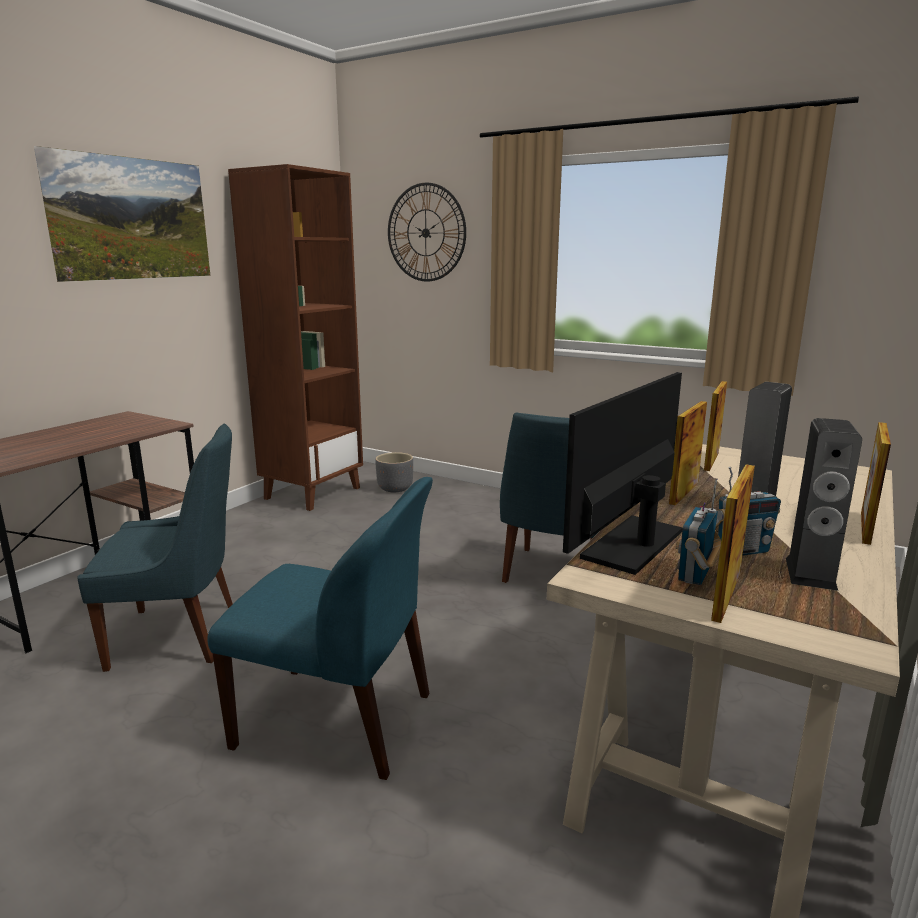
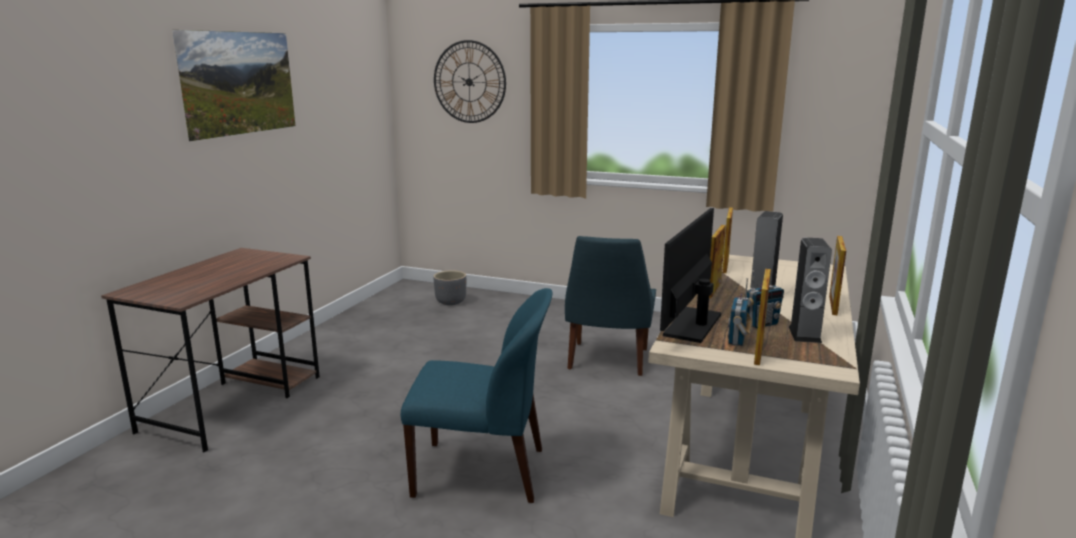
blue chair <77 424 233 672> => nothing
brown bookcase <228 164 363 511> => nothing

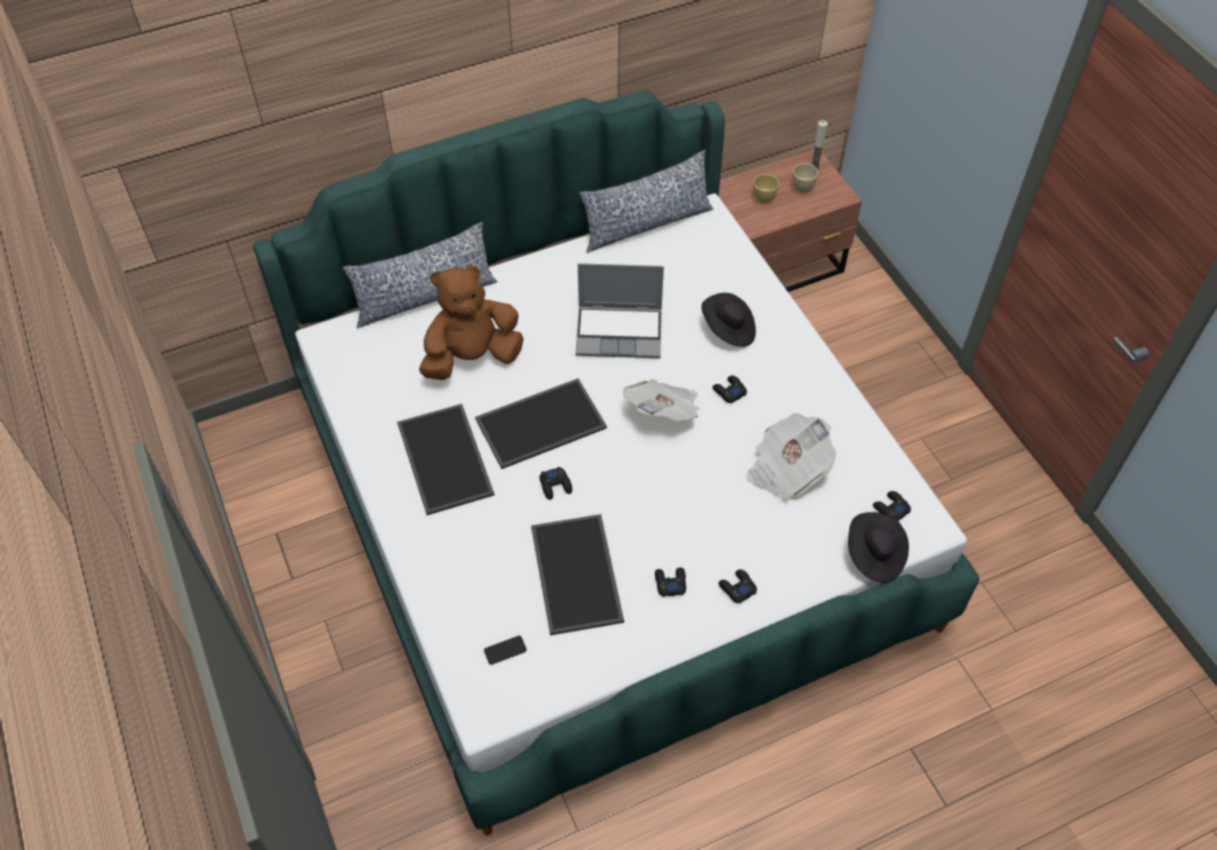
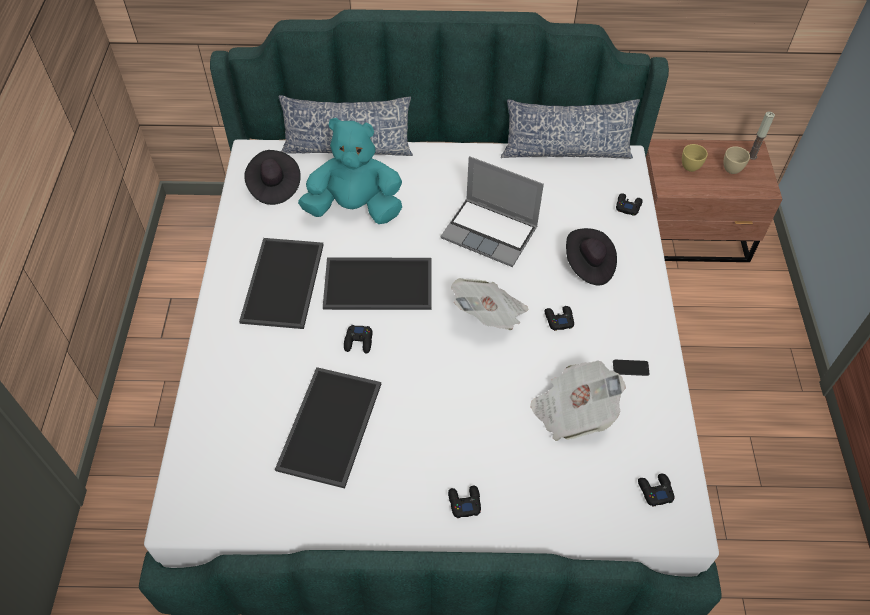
brown cuddly toy <419 265 524 380> => turquoise-coloured cuddly toy <298 118 402 224>
telephone <484 636 527 665> => telephone <613 360 649 376>, shifted
black-coloured game controller <655 568 686 597> => black-coloured game controller <616 193 643 216>, shifted
black-coloured clothing hat <848 512 909 583> => black-coloured clothing hat <244 150 301 205>, shifted

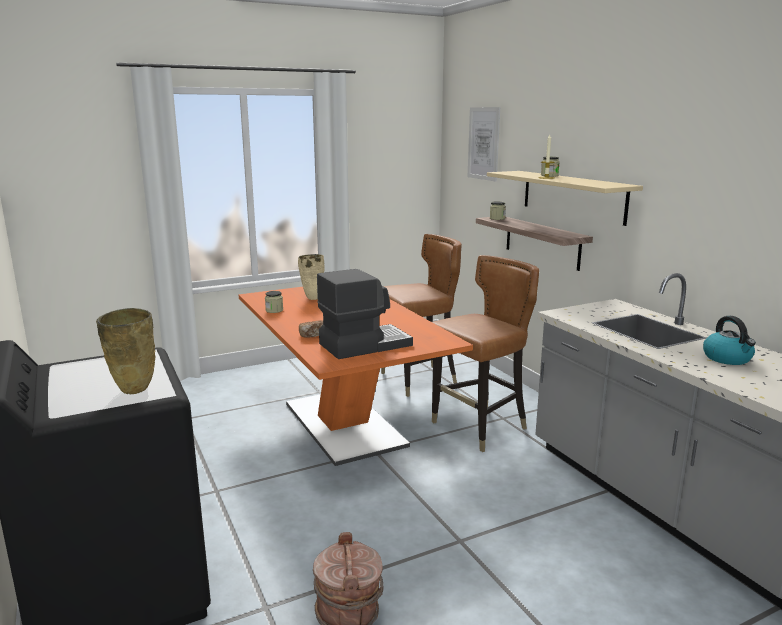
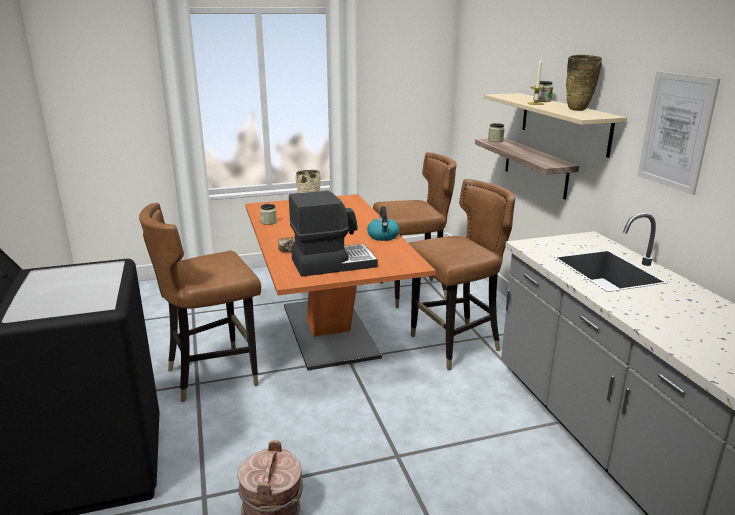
beige-coloured decorative vase <96 308 155 394> => beige-coloured decorative vase <566 55 602 111>, shifted
picture <467 107 500 181> => picture <638 71 720 195>, shifted
kettle <703 316 756 365> => kettle <367 206 399 241>, shifted
nothing => brown chair <139 203 261 402>

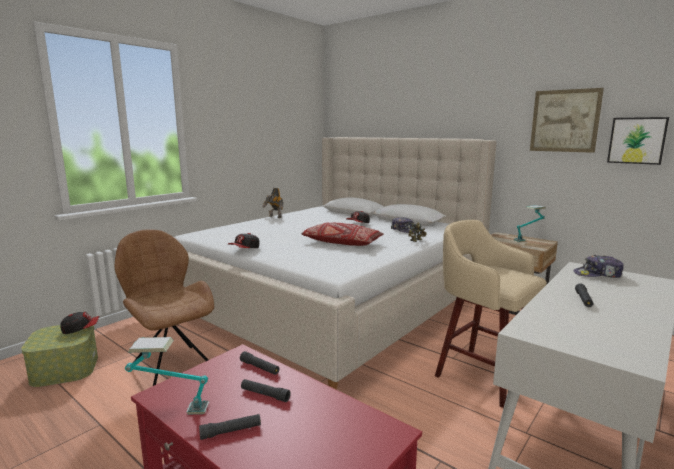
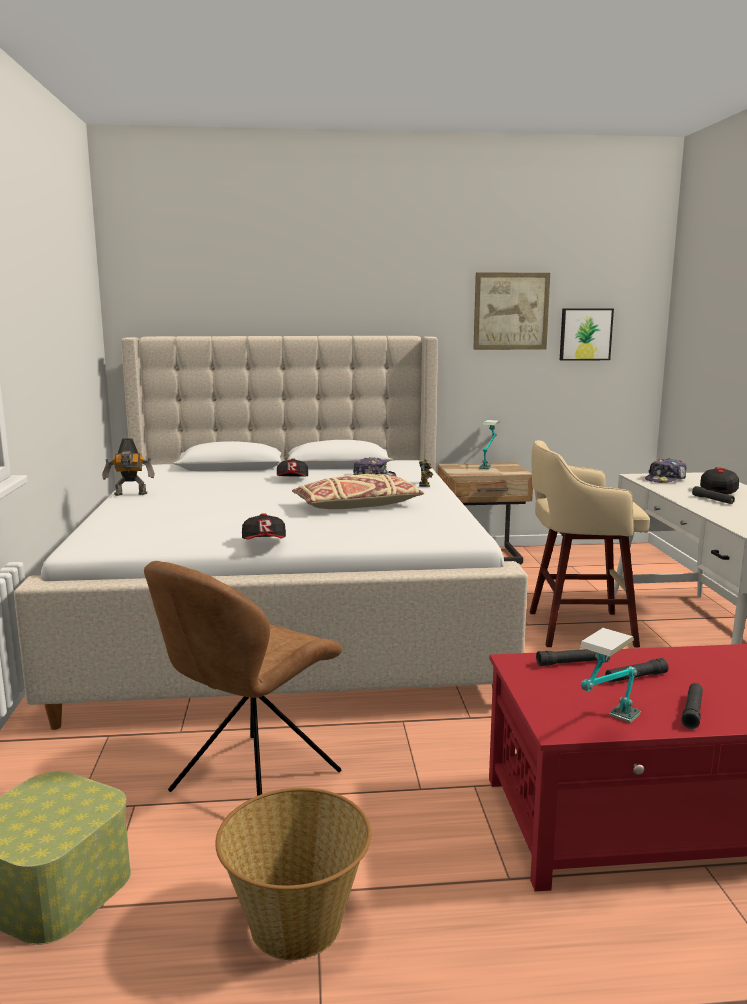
peaked cap <60 312 99 334> => peaked cap <700 467 739 495>, shifted
brown chair <115 230 214 386> => brown chair <144 561 342 796>, 60 degrees counterclockwise
red-coloured cushion <301 223 384 246> => beige-coloured cushion <292 474 424 509>
nothing => household basket <215 788 371 960>

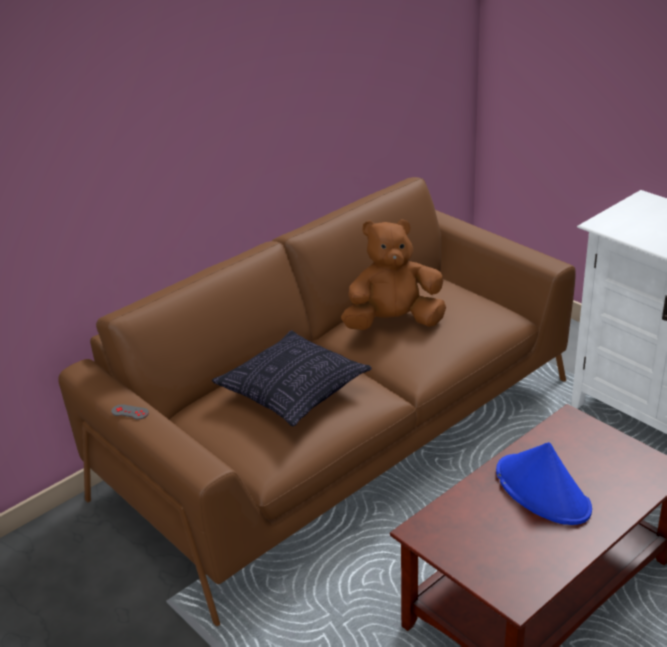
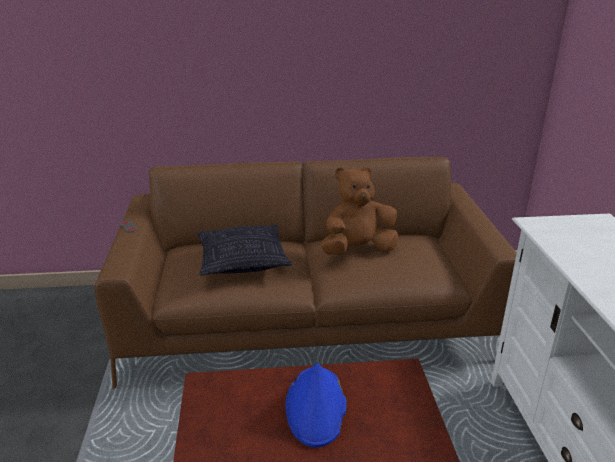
brown cuddly toy <341 219 446 330> => brown cuddly toy <321 167 399 255>, 45 degrees counterclockwise

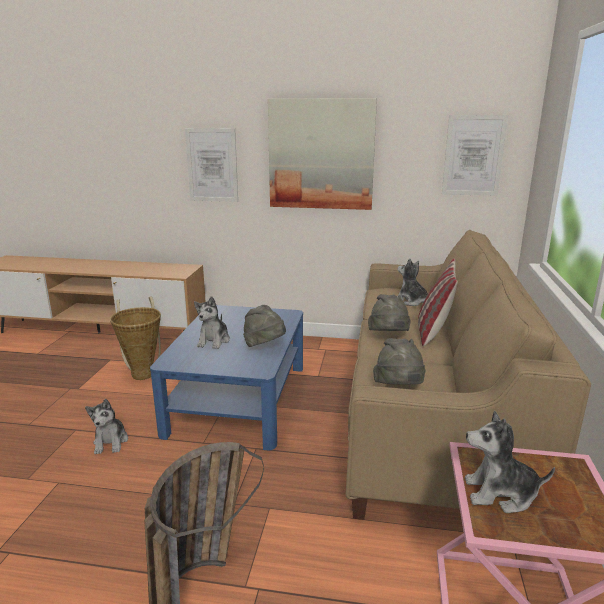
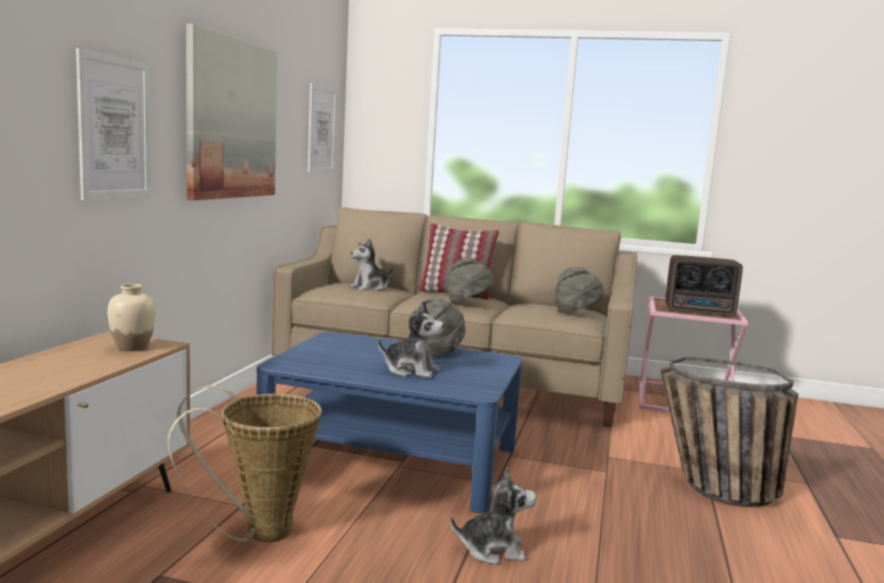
cuddly toy <465 411 555 513> => radio <665 255 743 316>
nothing => beige-coloured decorative vase <107 284 156 351>

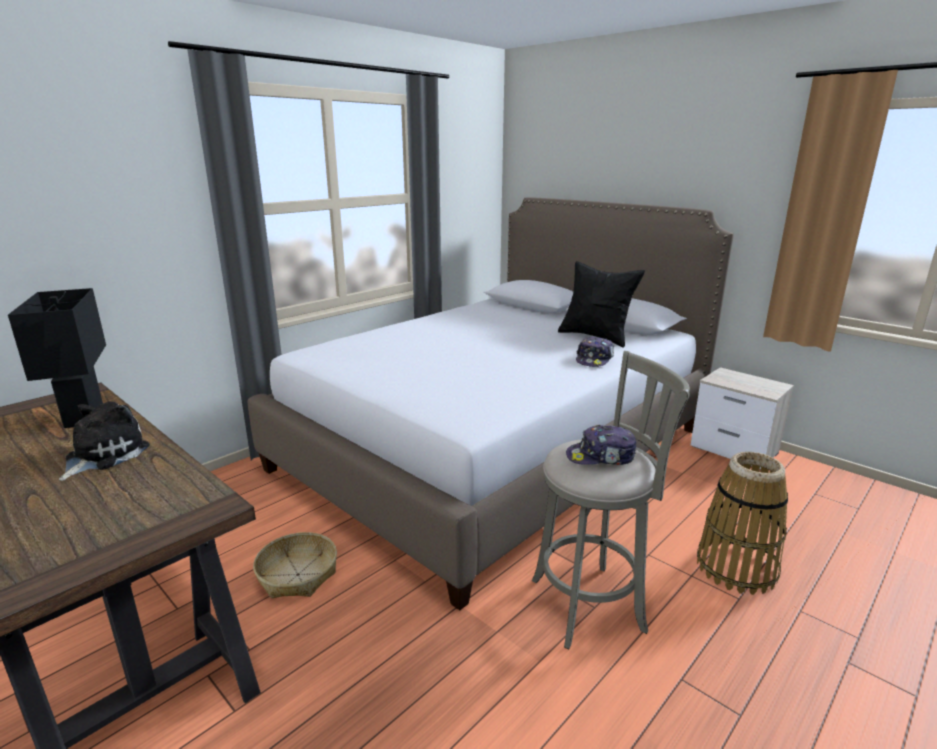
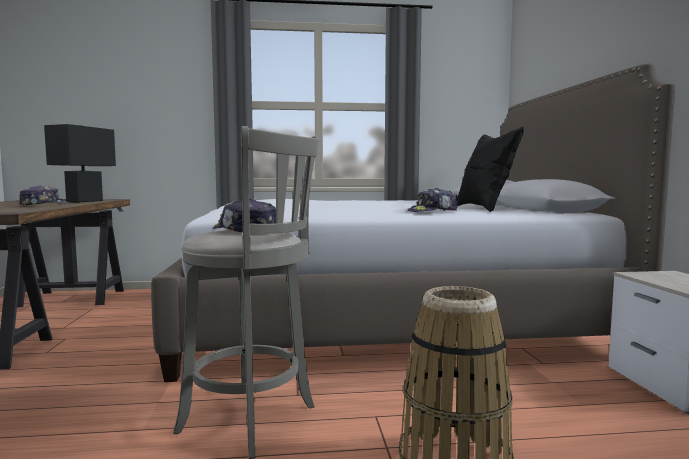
cuddly toy <59 401 150 481> => peaked cap <19 185 70 206>
household basket <253 532 337 598> => nothing

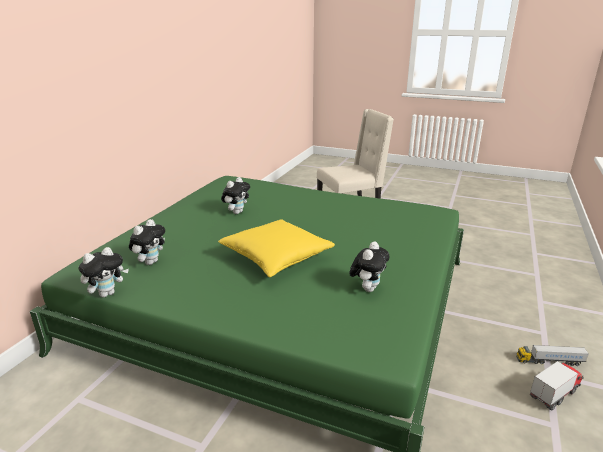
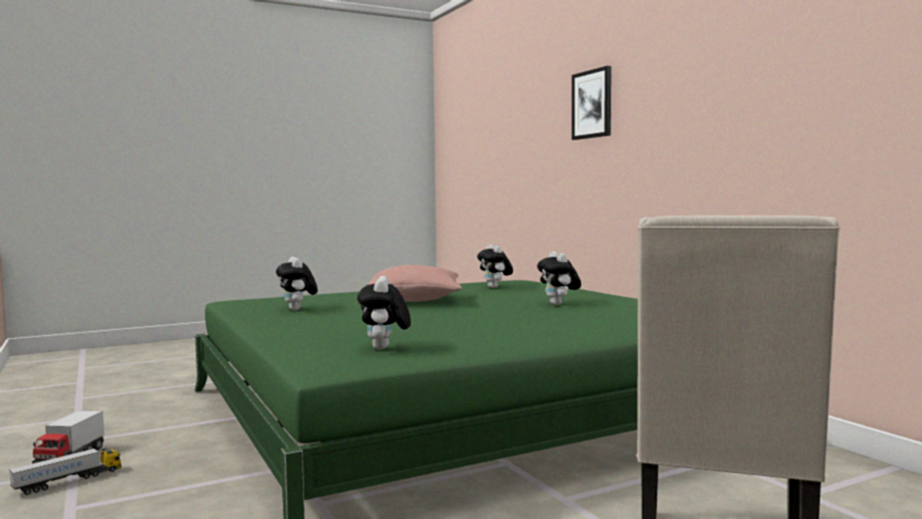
cuddly toy <78 247 129 297> => cuddly toy <357 276 411 350>, shifted
yellow cushion <218 219 335 277> => pink cushion <368 265 462 302>
nothing => picture <572 66 611 140>

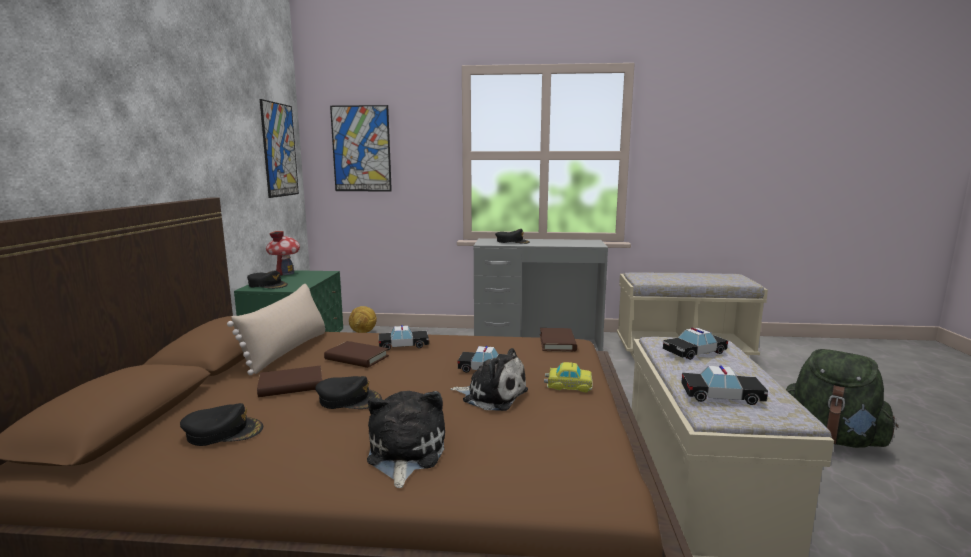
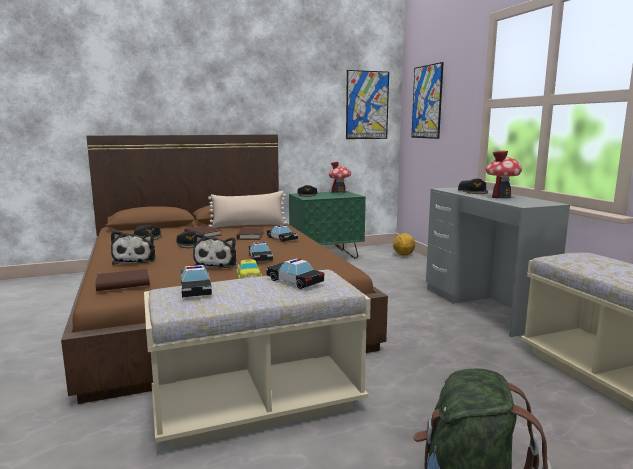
cuddly toy <367 391 445 488> => cuddly toy <111 230 156 265>, 105 degrees clockwise
brown bound book <540 328 577 352> => brown bound book <95 269 150 291>, shifted
nothing => toy house <486 150 522 198>

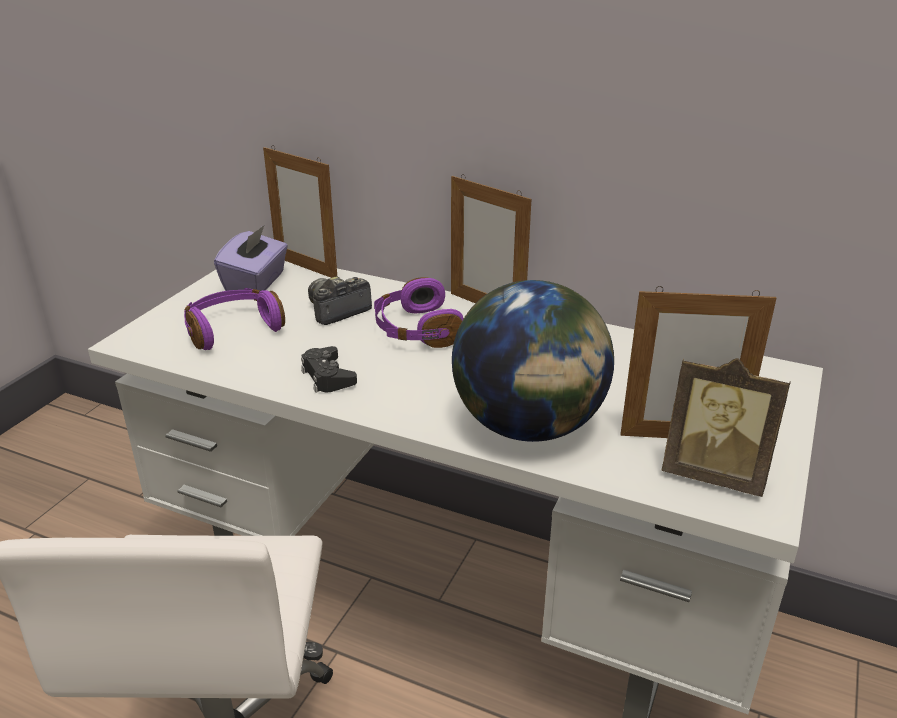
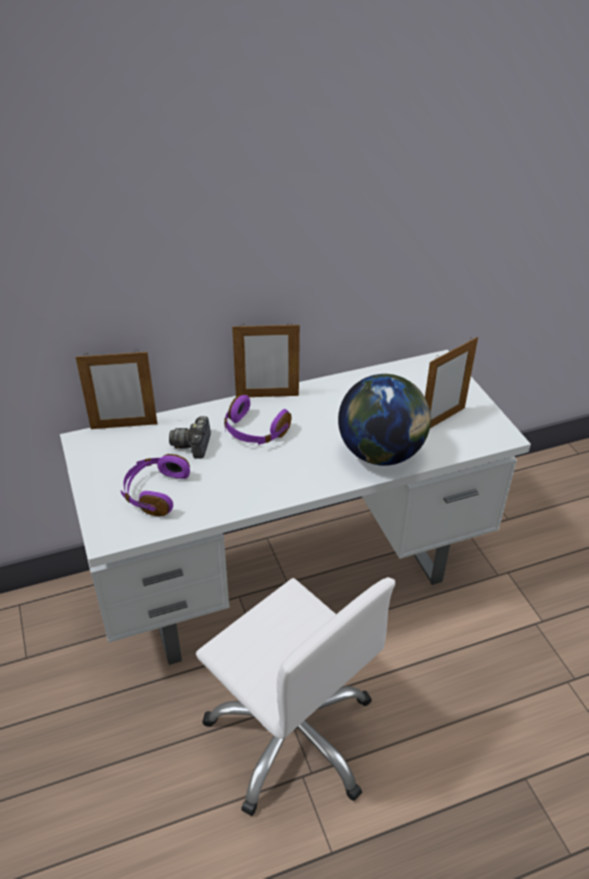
purple box of tissues <214 225 288 291> => nothing
black-coloured game controller <301 346 357 393> => nothing
photo frame <661 358 791 497> => nothing

